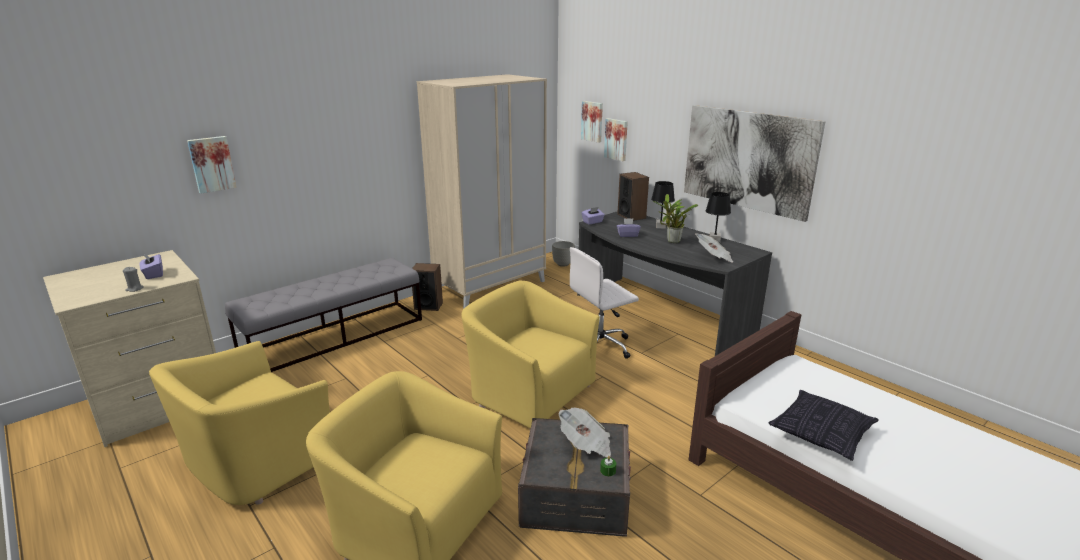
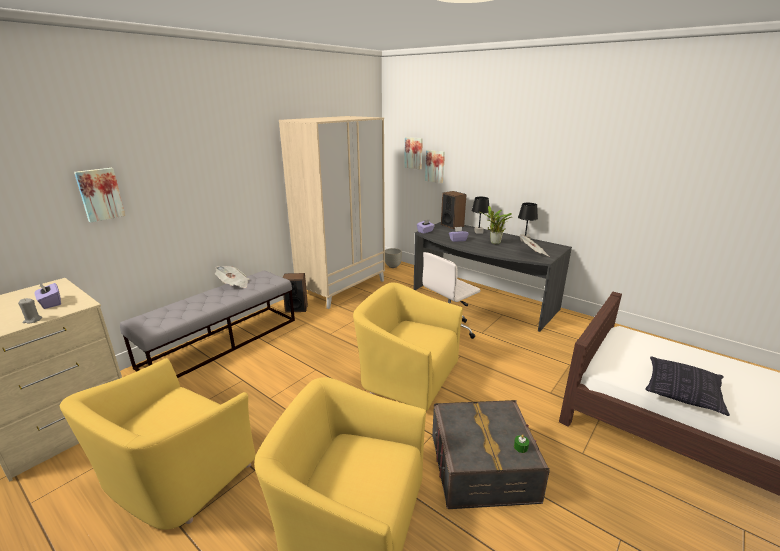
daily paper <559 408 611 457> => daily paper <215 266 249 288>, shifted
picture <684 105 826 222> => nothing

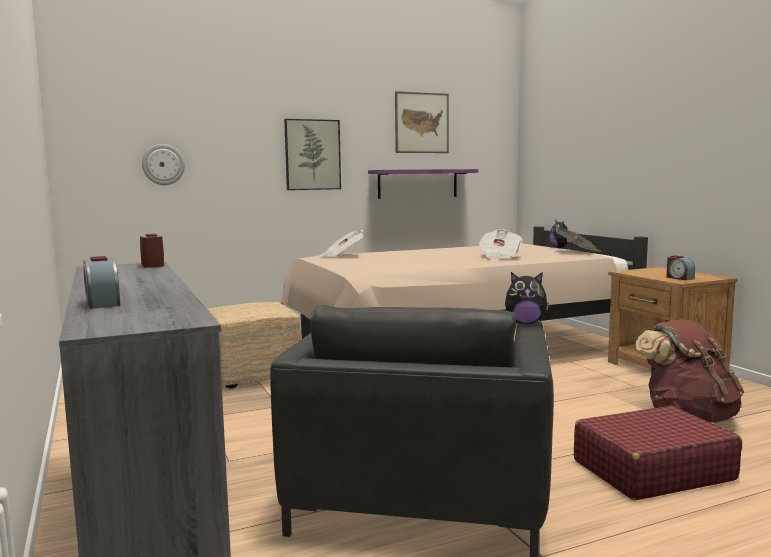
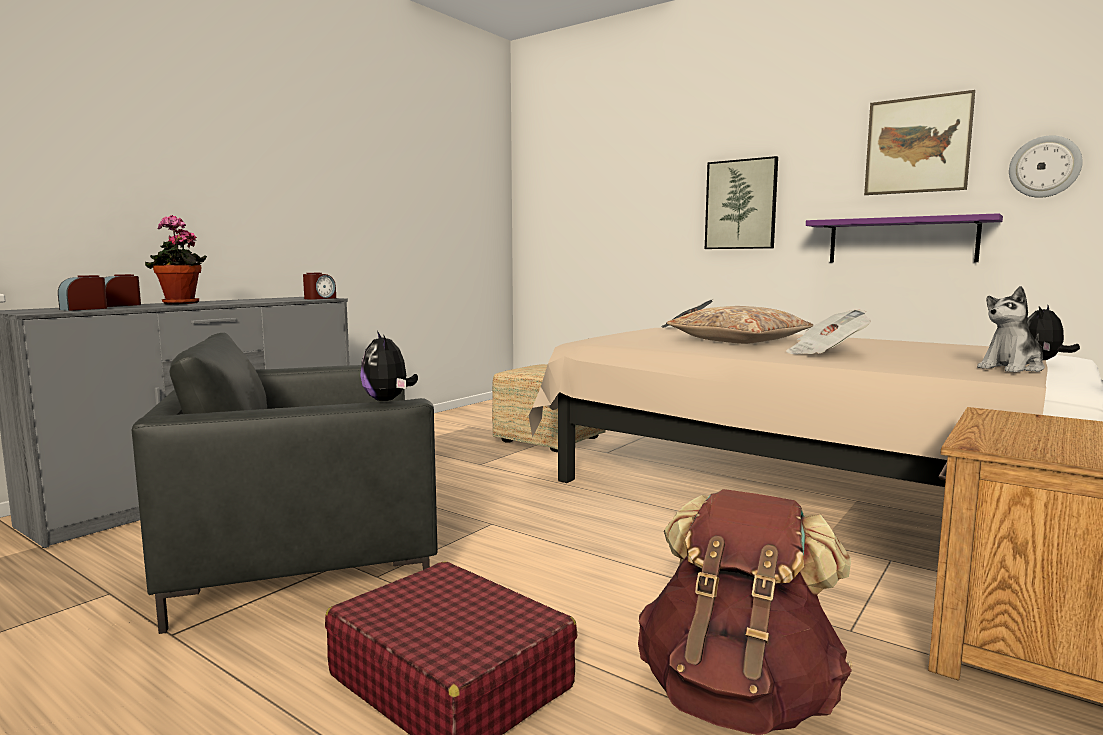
hanging clock <142 144 185 185> => hanging clock <1009 135 1083 198>, shifted
daily paper <556 228 601 252> => cuddly toy <977 286 1045 373>
bedside clock <666 255 695 280> => bedside clock <58 275 107 311>, shifted
nothing => houseplant <145 215 207 304>
nothing => beige-coloured cushion <667 306 813 344>

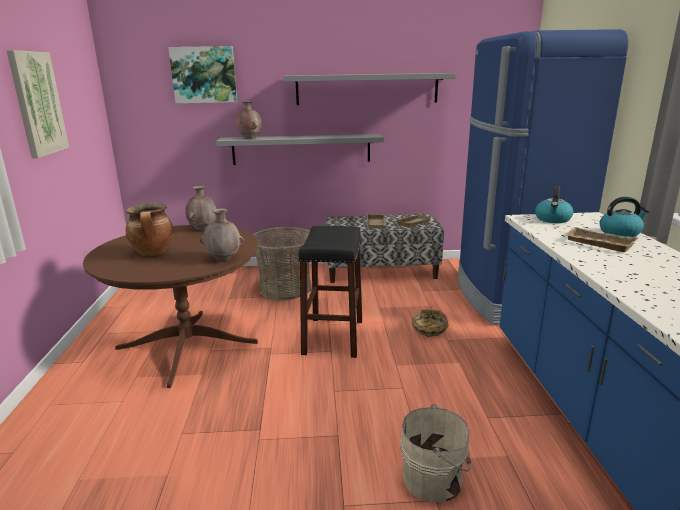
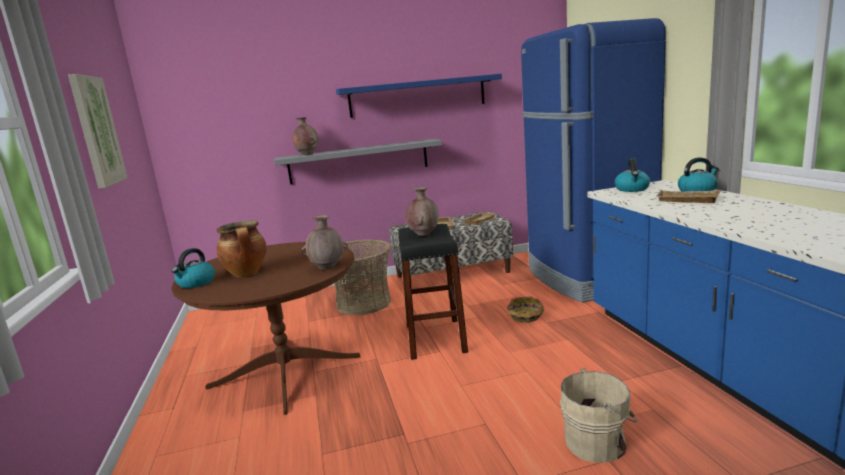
picture <168 46 237 103> => nothing
brown decorative vase <185 186 216 230> => brown decorative vase <405 187 439 236>, shifted
greyish bracket shelf <283 73 456 105> => blue bracket shelf <336 74 502 118>
nothing => kettle <172 248 215 288>

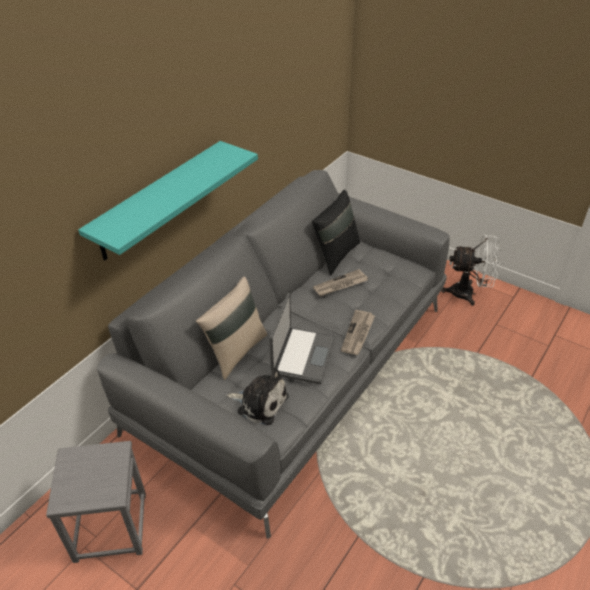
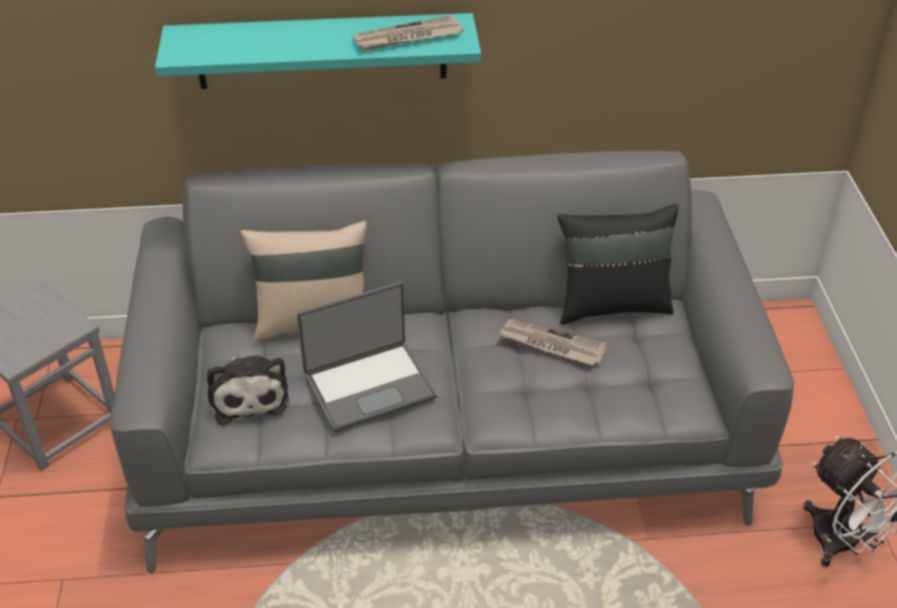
daily paper <341 310 375 355> => daily paper <353 15 464 51>, shifted

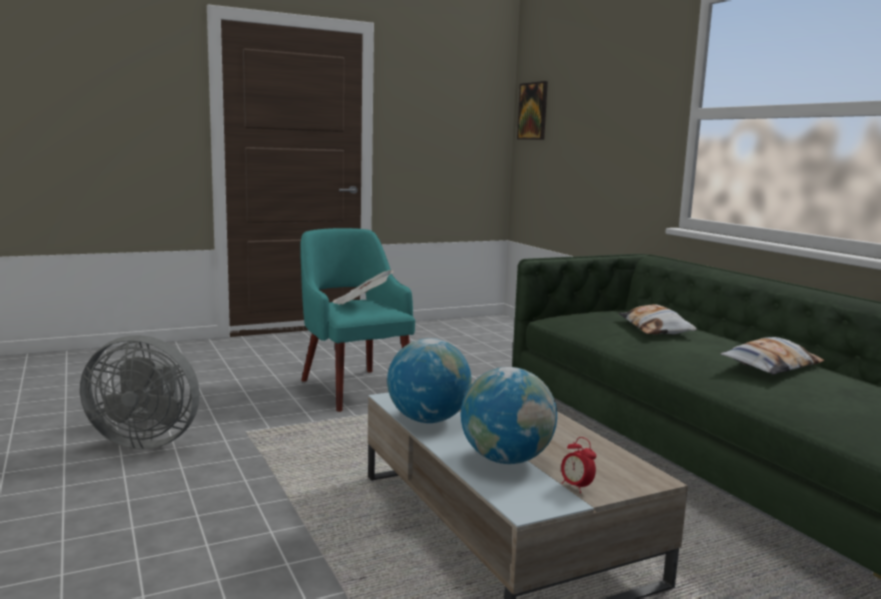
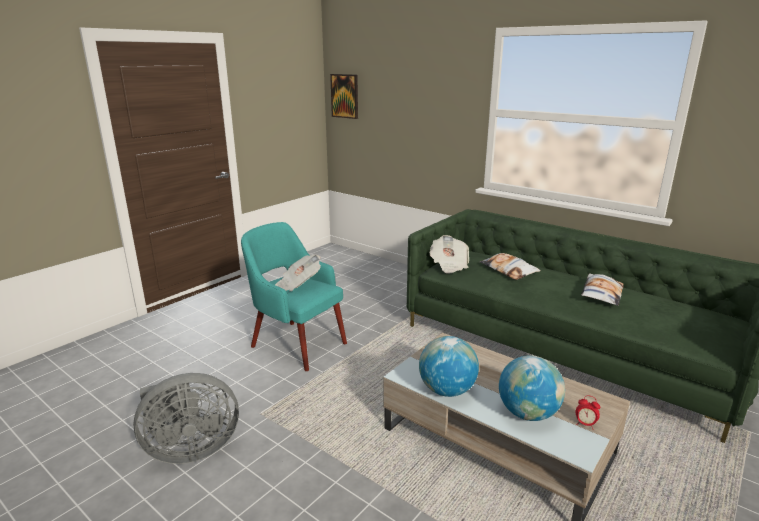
nothing => daily paper <429 235 469 274>

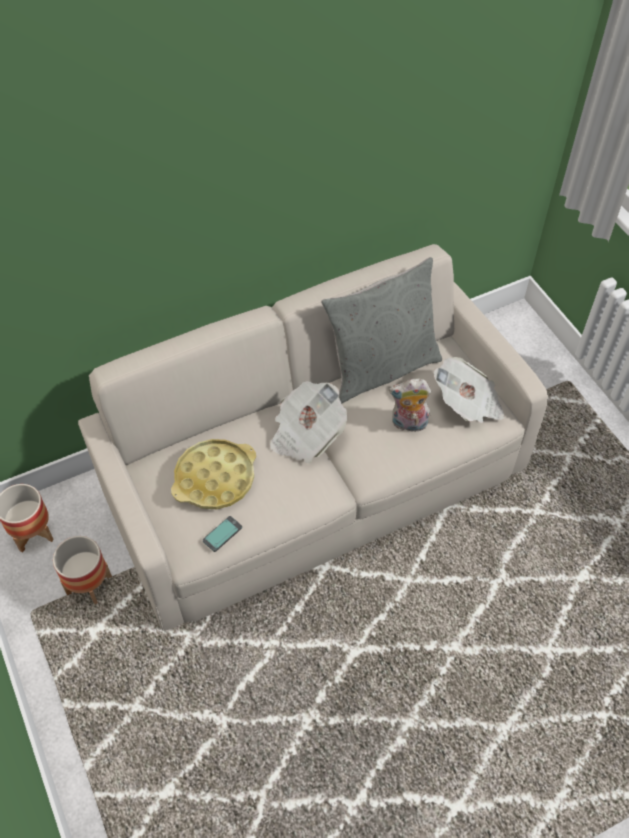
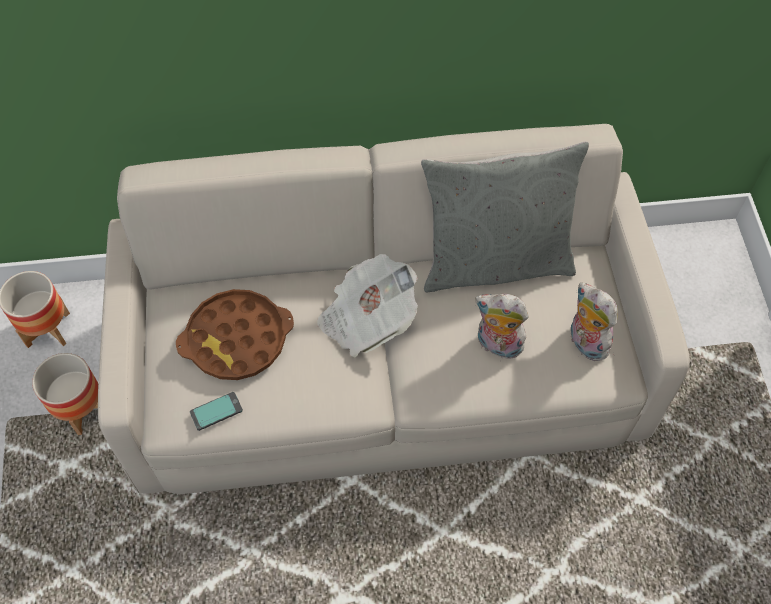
yellow tray <171 439 256 509> => brown tray <176 289 294 380>
daily paper <434 357 505 423> => cuddly toy <571 283 618 361>

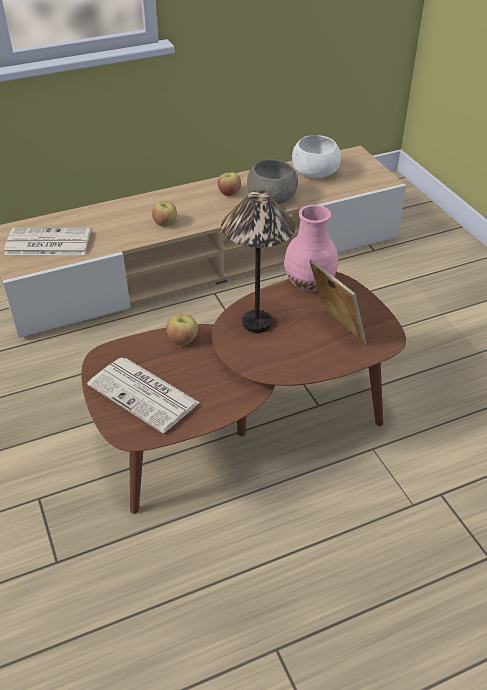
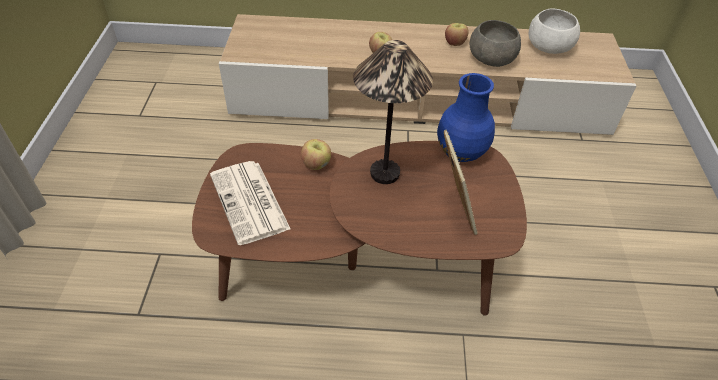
daily paper <4 228 91 255> => nothing
pink decorative vase <284 205 338 292> => blue decorative vase <437 73 495 162>

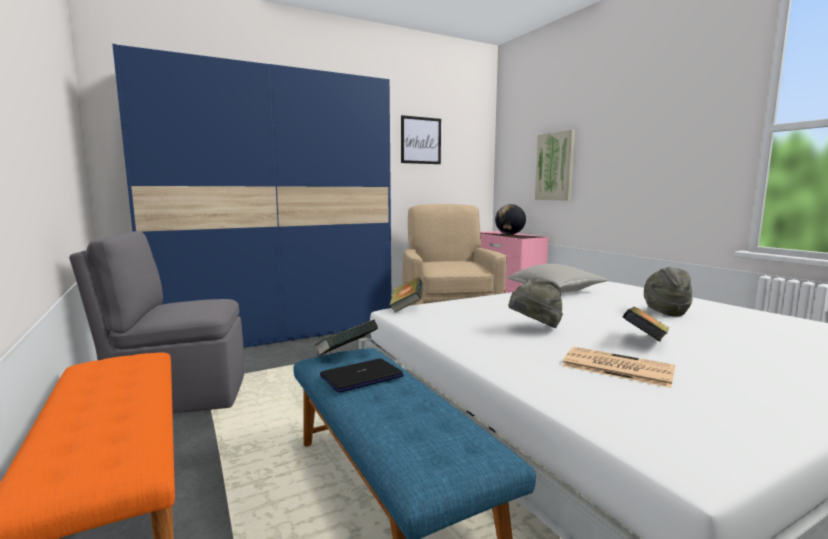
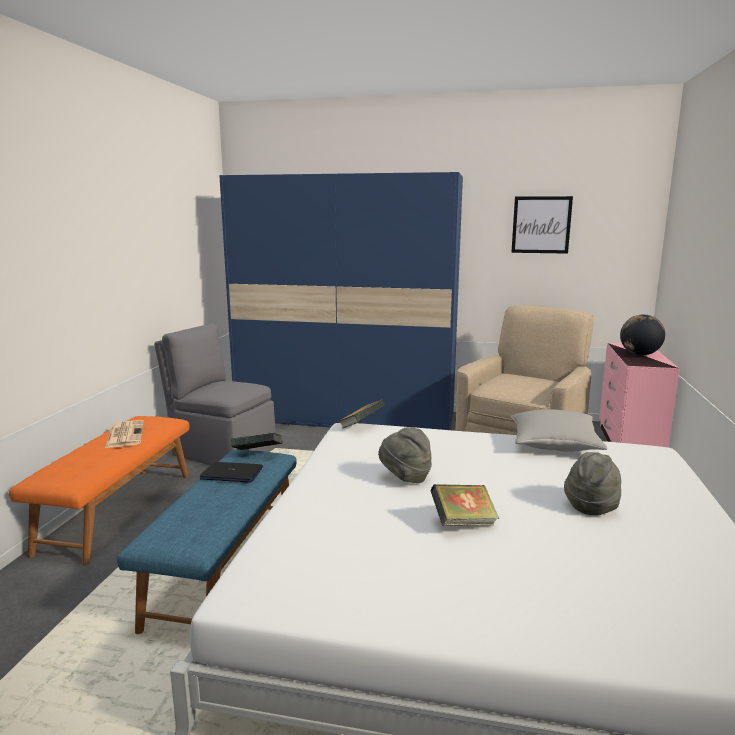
picture <535 130 575 201> => nothing
daily paper <562 347 675 388> => daily paper <105 420 144 448>, shifted

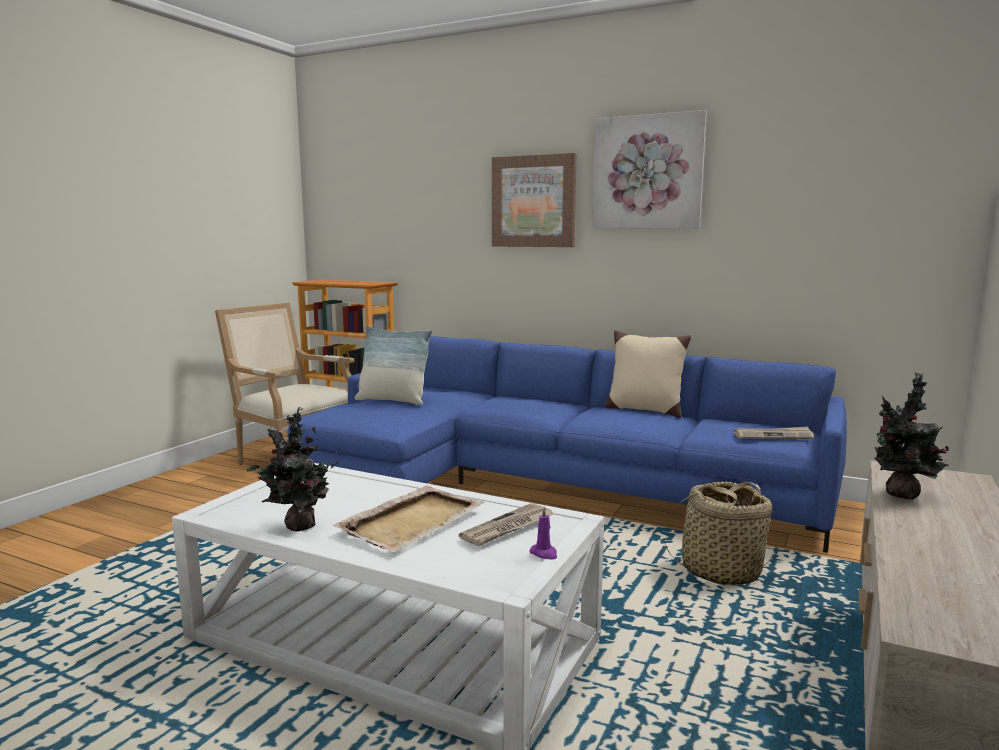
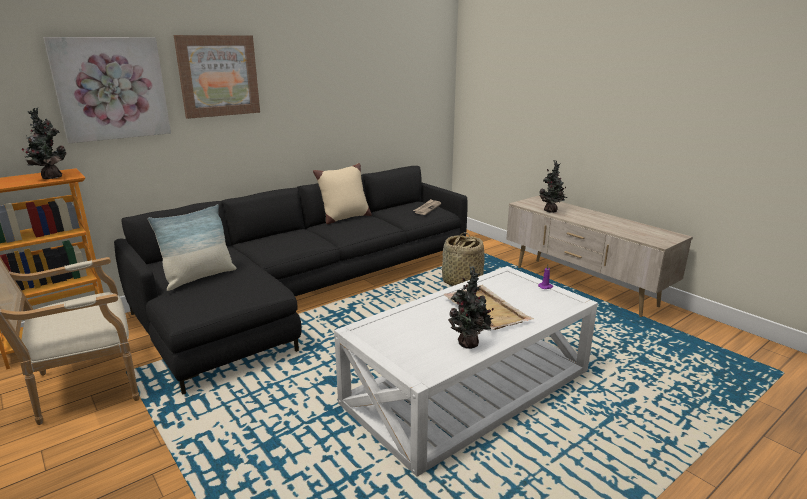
blue couch <287 336 847 552> => black-coloured couch <114 166 468 395>
daily paper <459 503 553 546> => nothing
picture <592 110 707 229> => picture <43 37 171 143>, shifted
nothing => houseplant <22 108 67 179>

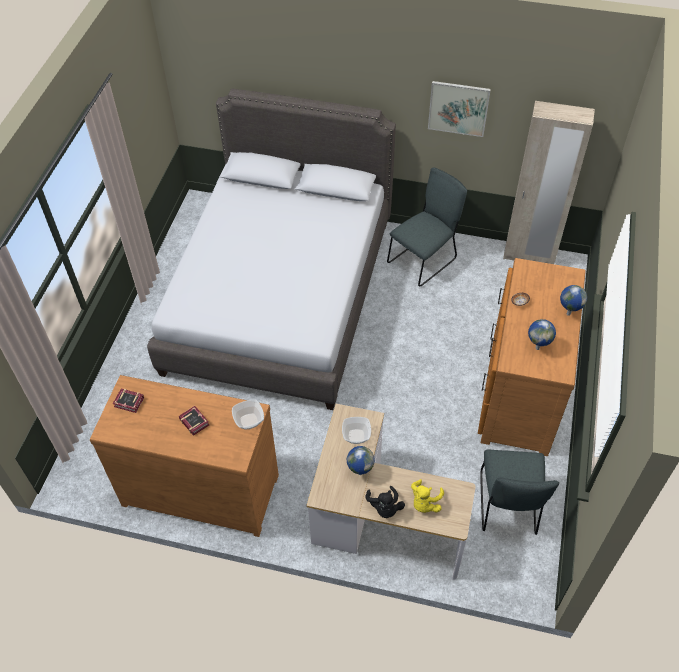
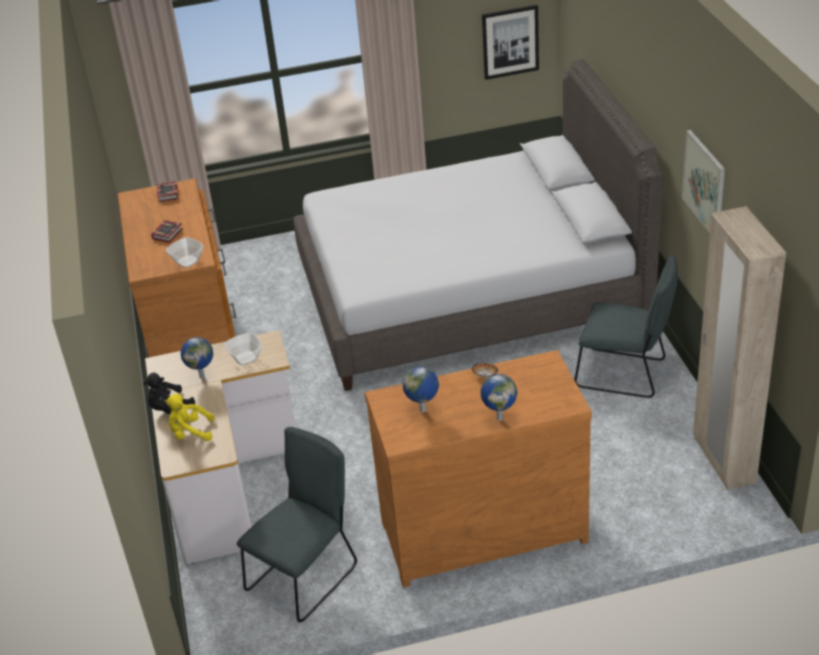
greyish chair <480 450 559 535> => greyish chair <237 427 357 622>, 150 degrees clockwise
nothing => picture <482 5 539 80>

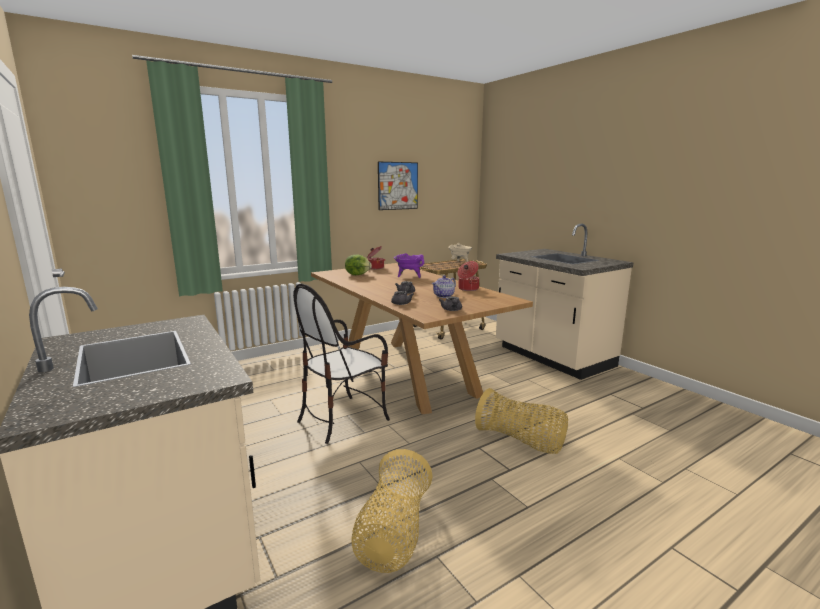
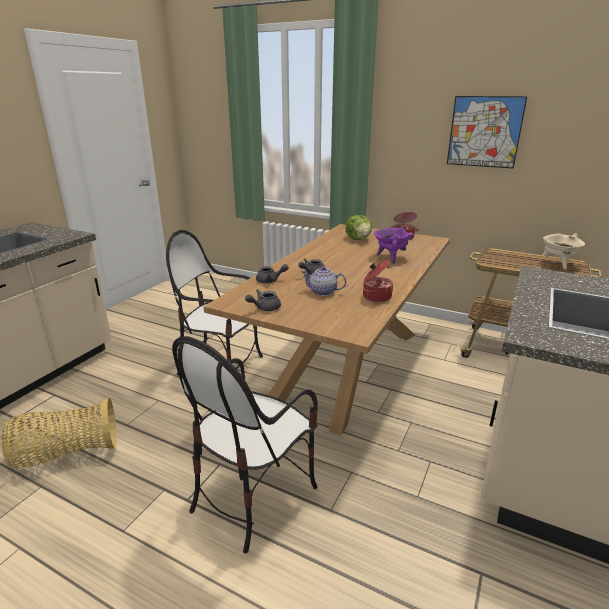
household basket <475 388 568 454> => chair <172 336 318 553>

